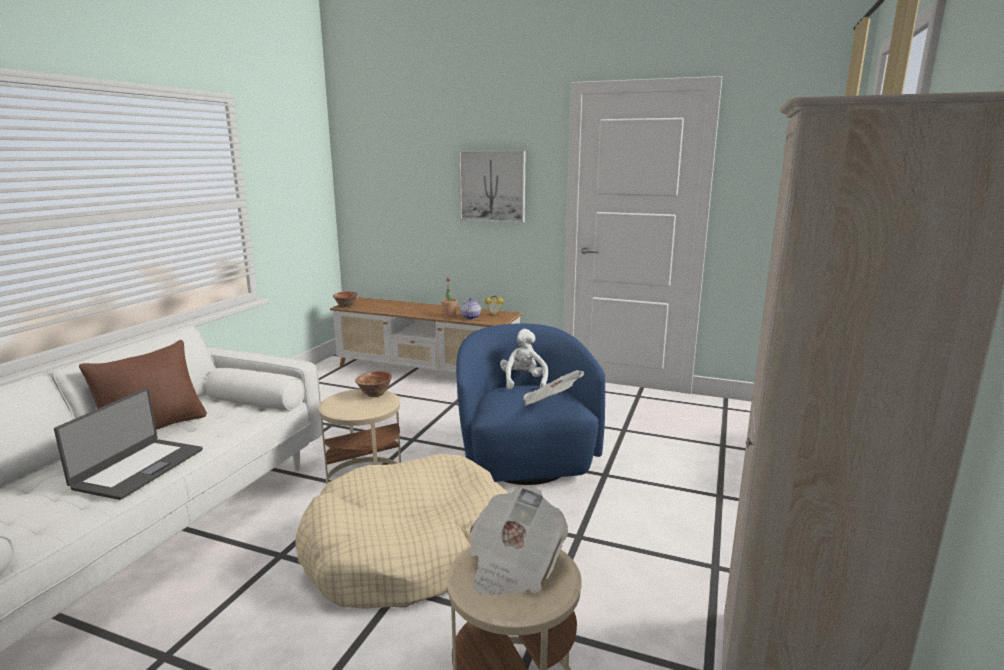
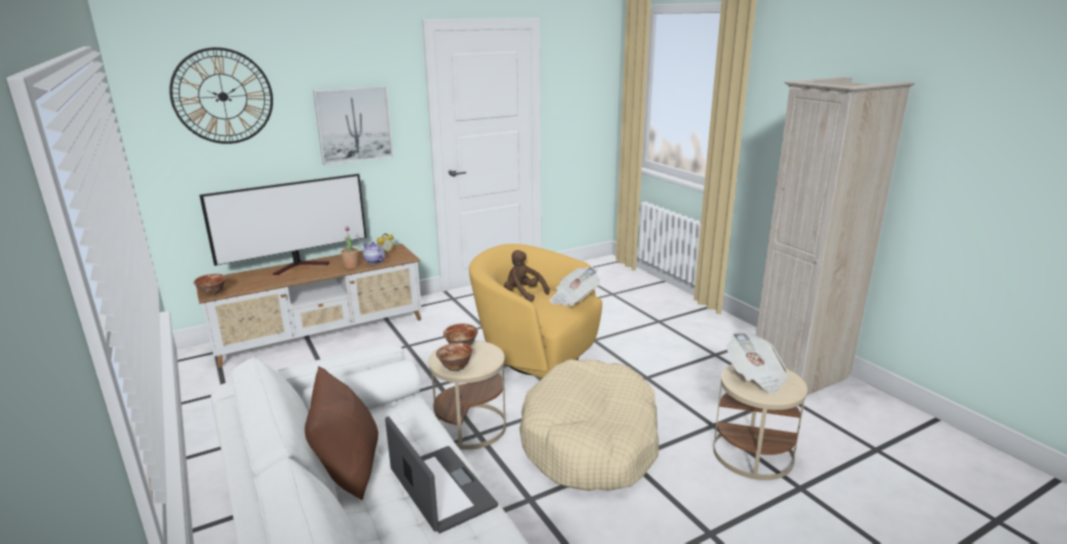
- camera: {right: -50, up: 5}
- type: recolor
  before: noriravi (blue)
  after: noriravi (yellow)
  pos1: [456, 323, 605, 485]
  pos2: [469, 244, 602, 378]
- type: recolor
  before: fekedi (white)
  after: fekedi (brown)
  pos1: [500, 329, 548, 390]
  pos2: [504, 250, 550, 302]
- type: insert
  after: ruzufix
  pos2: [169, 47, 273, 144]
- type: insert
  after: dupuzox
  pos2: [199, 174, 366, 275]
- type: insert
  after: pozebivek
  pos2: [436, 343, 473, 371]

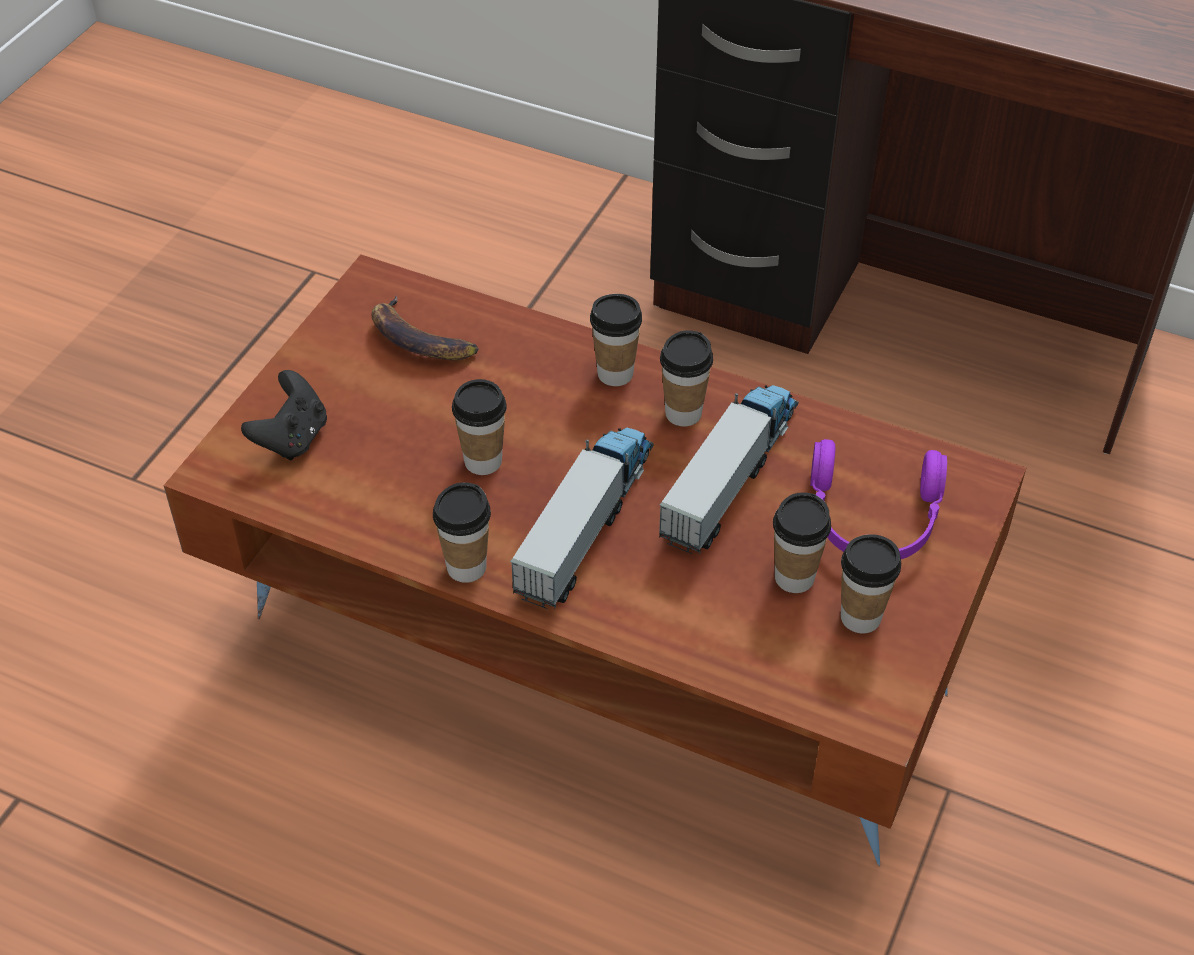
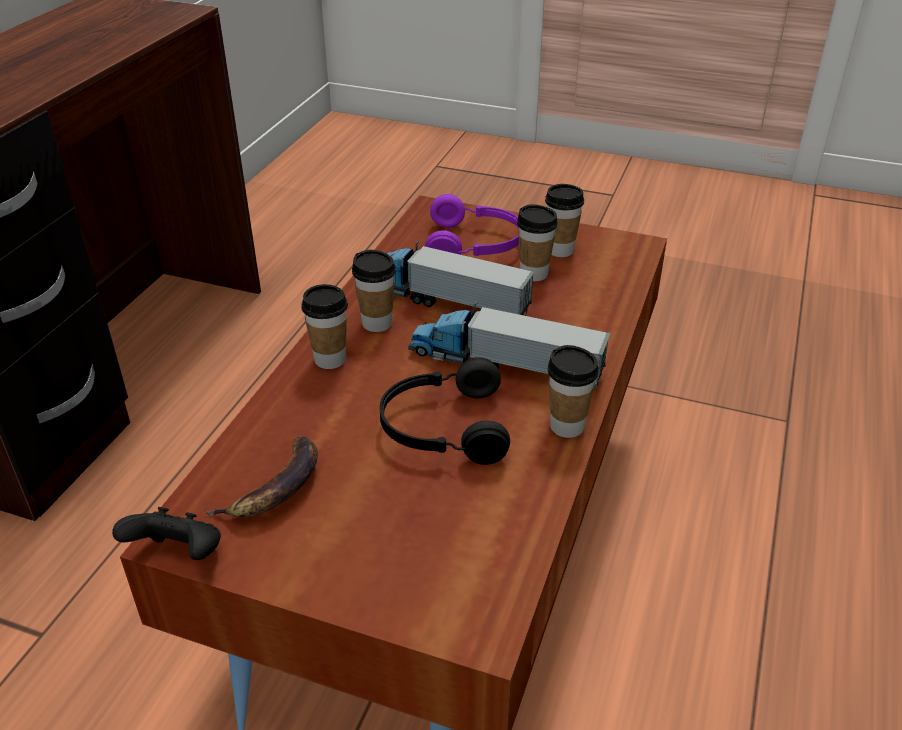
- camera: {right: -95, up: -10}
- type: move
  before: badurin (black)
  pos1: [241, 370, 327, 460]
  pos2: [112, 507, 221, 560]
- type: replace
  before: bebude
  after: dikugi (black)
  pos1: [452, 379, 507, 475]
  pos2: [379, 357, 510, 465]

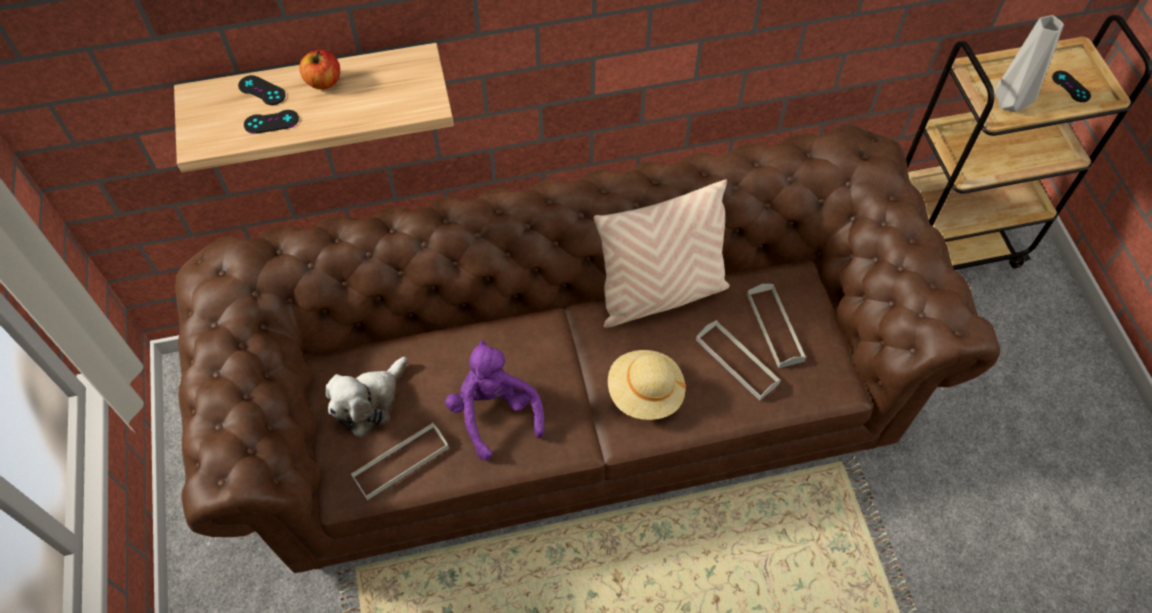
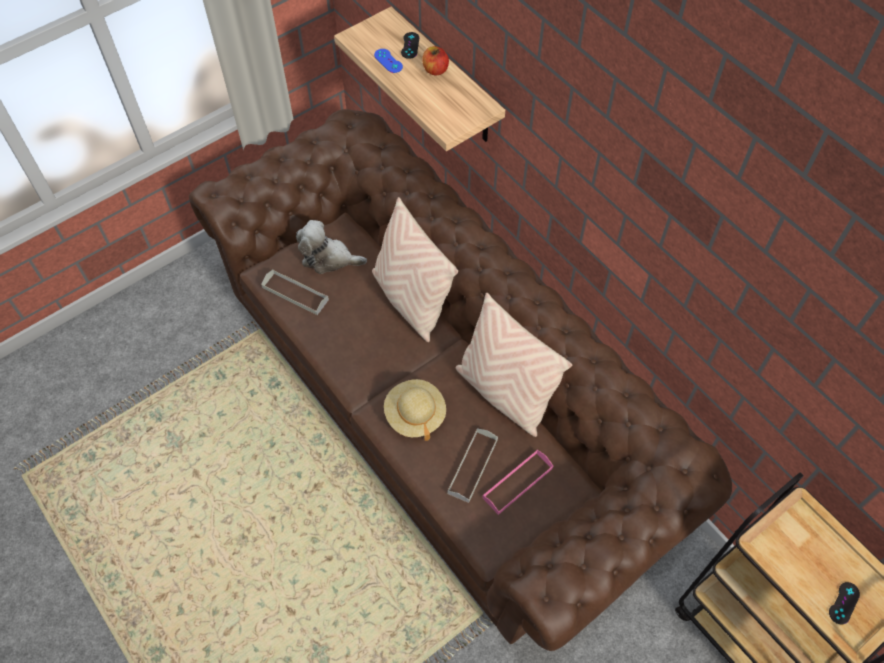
- camera: {right: 65, up: 0}
- type: delete
  before: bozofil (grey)
  pos1: [995, 15, 1064, 112]
- type: recolor
  before: badurin (black)
  after: badurin (blue)
  pos1: [244, 110, 299, 134]
  pos2: [374, 49, 403, 73]
- type: recolor
  before: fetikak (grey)
  after: fetikak (pink)
  pos1: [747, 284, 806, 368]
  pos2: [482, 450, 553, 515]
- type: delete
  before: fekedi (purple)
  pos1: [445, 340, 544, 461]
- type: insert
  after: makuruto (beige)
  pos2: [372, 197, 458, 342]

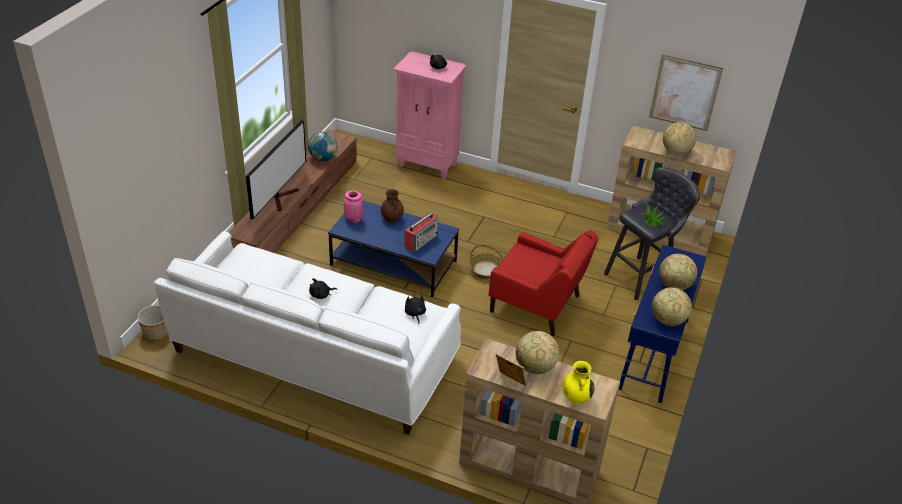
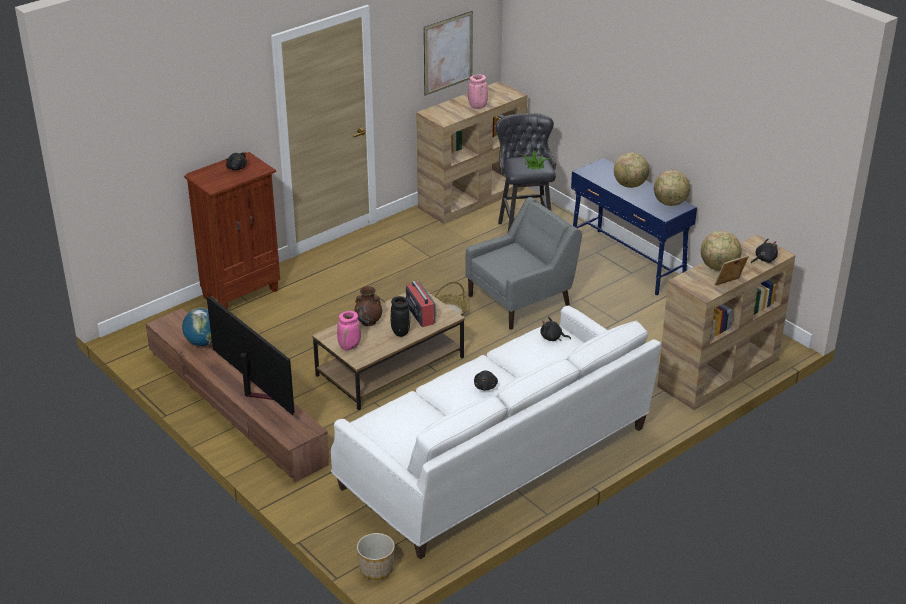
- camera: {right: -60, up: -5}
- type: recolor
  before: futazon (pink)
  after: futazon (brown)
  pos1: [393, 52, 466, 179]
  pos2: [184, 152, 280, 310]
- type: replace
  before: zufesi
  after: bozofil (pink)
  pos1: [663, 122, 696, 155]
  pos2: [468, 74, 488, 109]
- type: recolor
  before: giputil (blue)
  after: giputil (brown)
  pos1: [328, 200, 459, 297]
  pos2: [312, 293, 465, 410]
- type: recolor
  before: noriravi (red)
  after: noriravi (grey)
  pos1: [488, 230, 598, 336]
  pos2: [465, 197, 582, 330]
- type: replace
  before: bozofil (yellow)
  after: fekedi (black)
  pos1: [563, 361, 595, 404]
  pos2: [751, 239, 778, 263]
- type: insert
  after: bozofil (black)
  pos2: [391, 296, 411, 337]

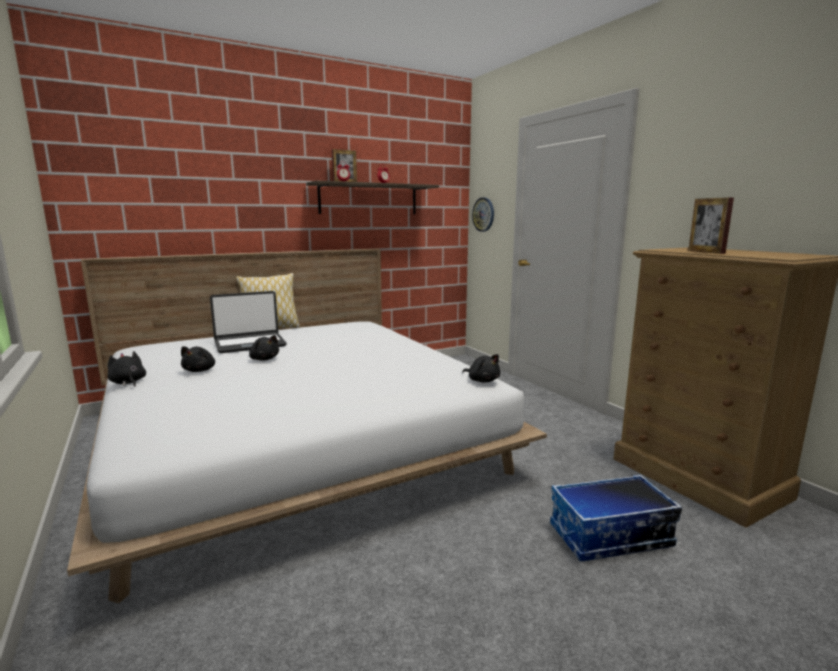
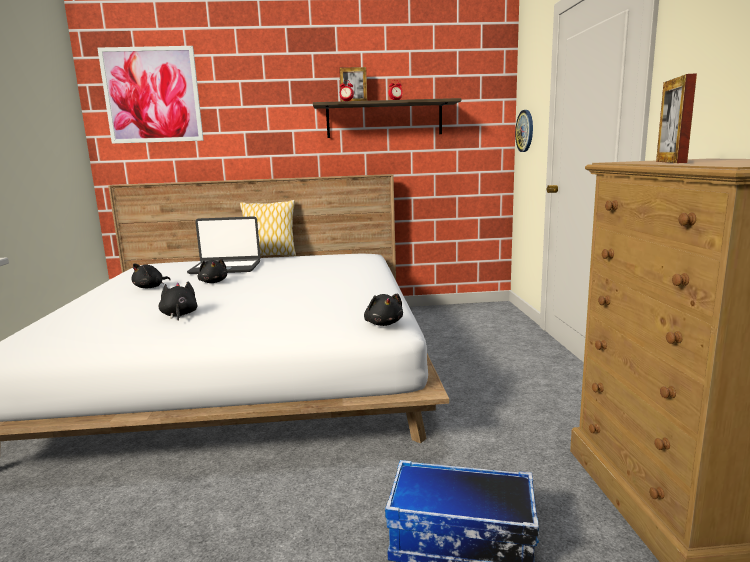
- camera: {right: 25, up: 0}
- type: move
  before: fekedi (black)
  pos1: [107, 351, 146, 387]
  pos2: [159, 282, 197, 321]
- type: insert
  after: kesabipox
  pos2: [97, 46, 204, 144]

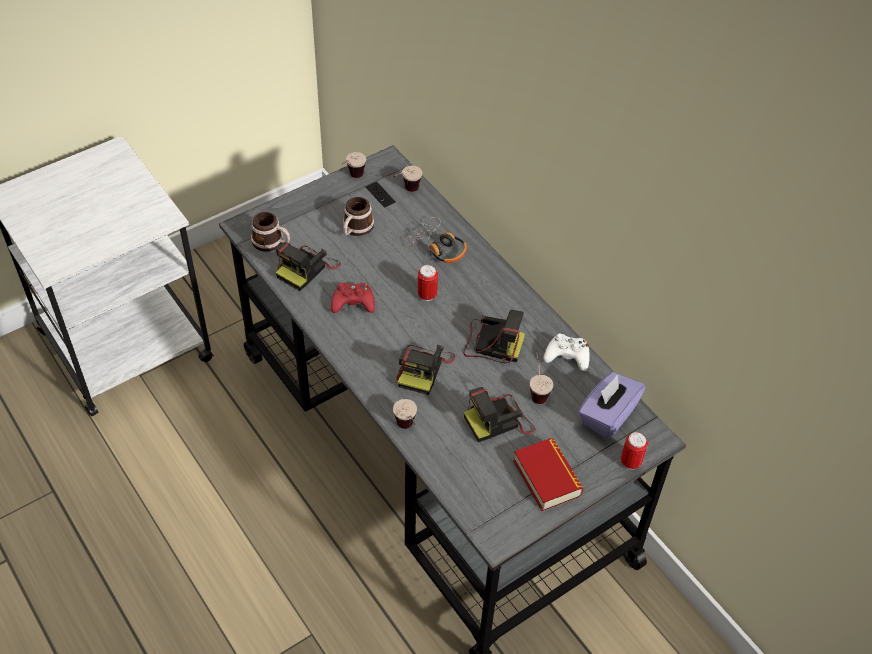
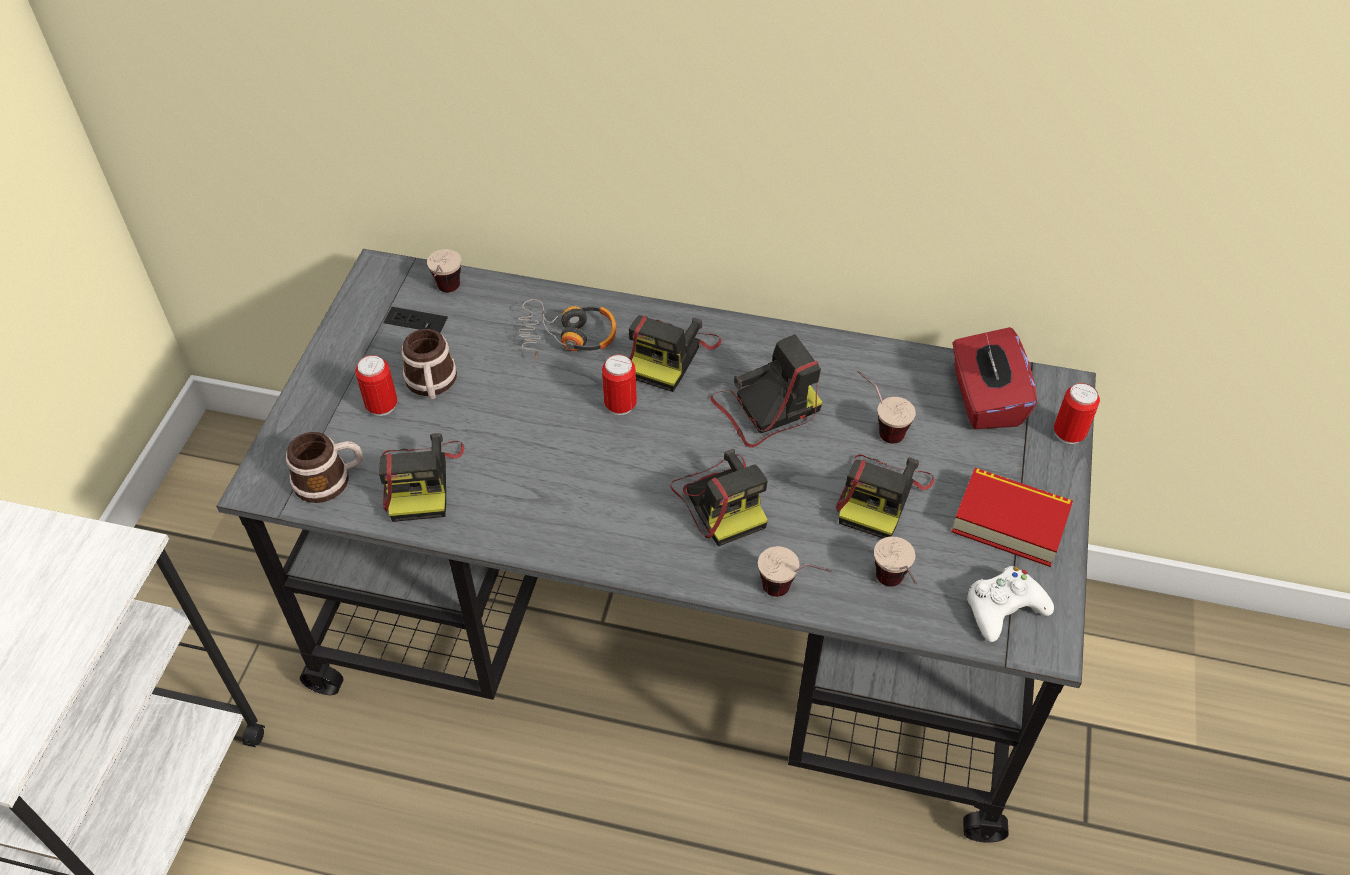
- camera: {right: -40, up: 0}
- type: move
  before: bebude
  pos1: [340, 152, 366, 178]
  pos2: [874, 537, 917, 587]
- type: delete
  before: badurin (red)
  pos1: [331, 283, 375, 313]
- type: move
  before: badurin (white)
  pos1: [544, 333, 590, 371]
  pos2: [967, 566, 1054, 642]
- type: recolor
  before: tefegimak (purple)
  after: tefegimak (red)
  pos1: [578, 372, 646, 439]
  pos2: [953, 327, 1037, 429]
- type: insert
  after: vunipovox
  pos2: [629, 316, 721, 392]
- type: insert
  after: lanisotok
  pos2: [355, 355, 397, 416]

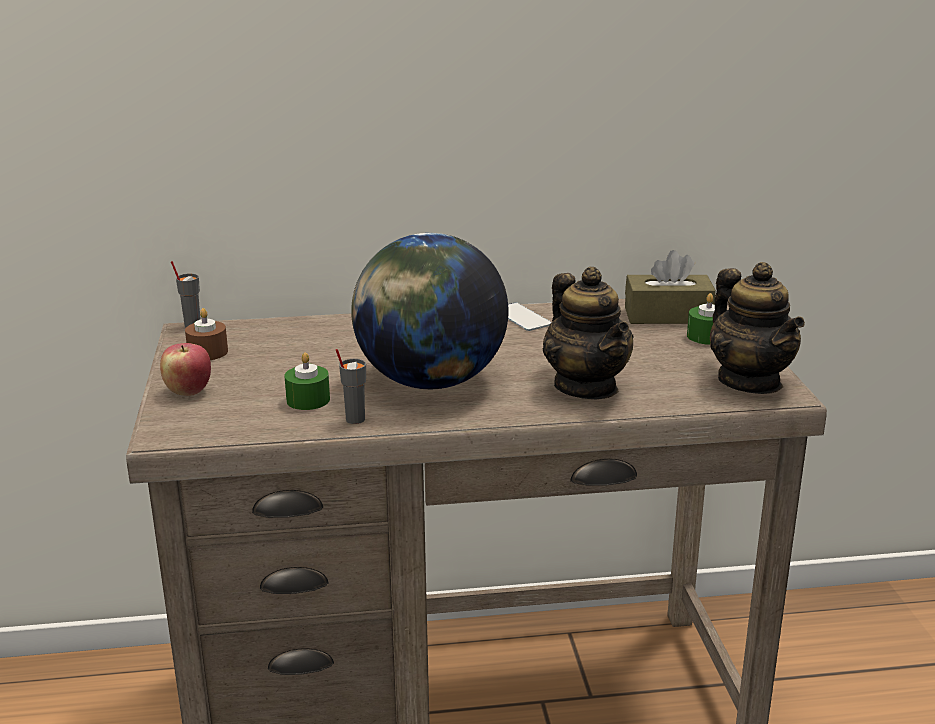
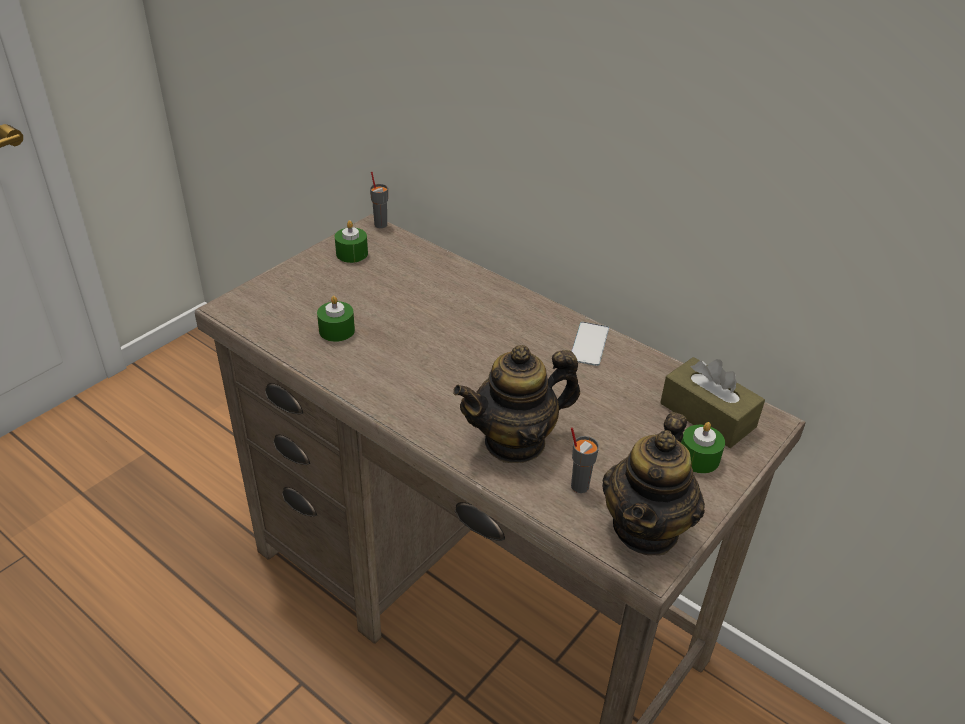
- camera: {right: 45, up: 15}
- type: delete
  before: zufesi
  pos1: [351, 233, 509, 389]
- type: rotate
  before: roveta
  pos1: [543, 267, 633, 399]
  pos2: [453, 345, 580, 463]
  turn: 45
- type: recolor
  before: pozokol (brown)
  after: pozokol (green)
  pos1: [185, 308, 228, 360]
  pos2: [335, 221, 368, 263]
- type: delete
  before: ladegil
  pos1: [160, 343, 211, 396]
- type: move
  before: bebude (grey)
  pos1: [336, 349, 366, 424]
  pos2: [571, 427, 599, 493]

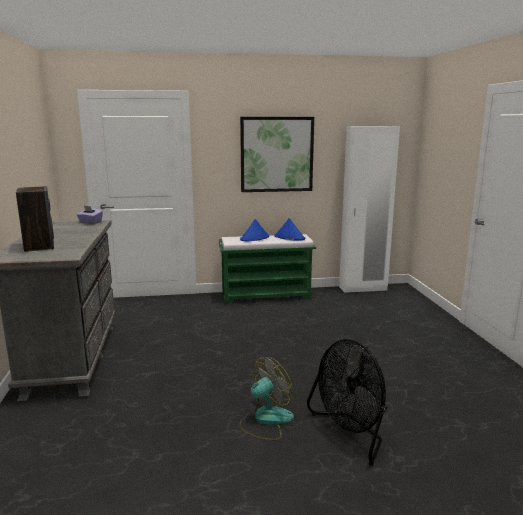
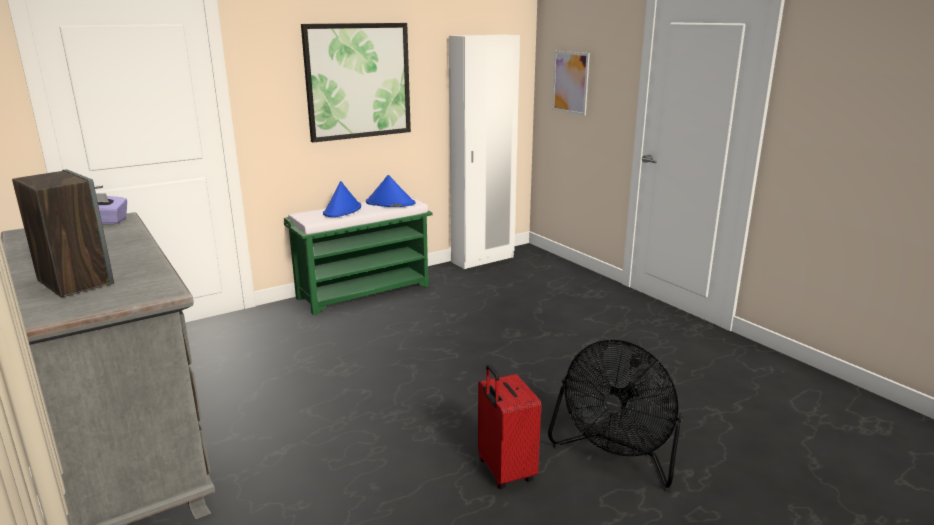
- camera: {right: -25, up: 5}
- type: replace
  before: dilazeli
  after: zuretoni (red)
  pos1: [239, 357, 294, 440]
  pos2: [478, 364, 541, 489]
- type: insert
  after: kesabipox
  pos2: [552, 51, 590, 116]

